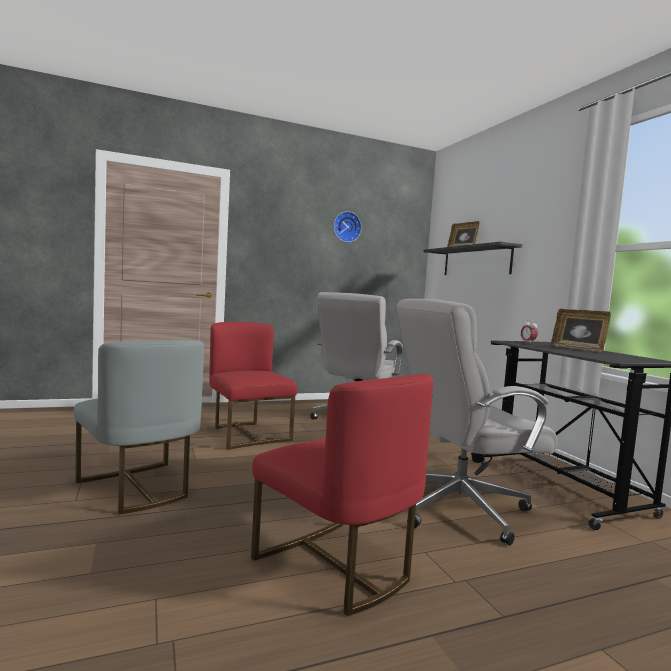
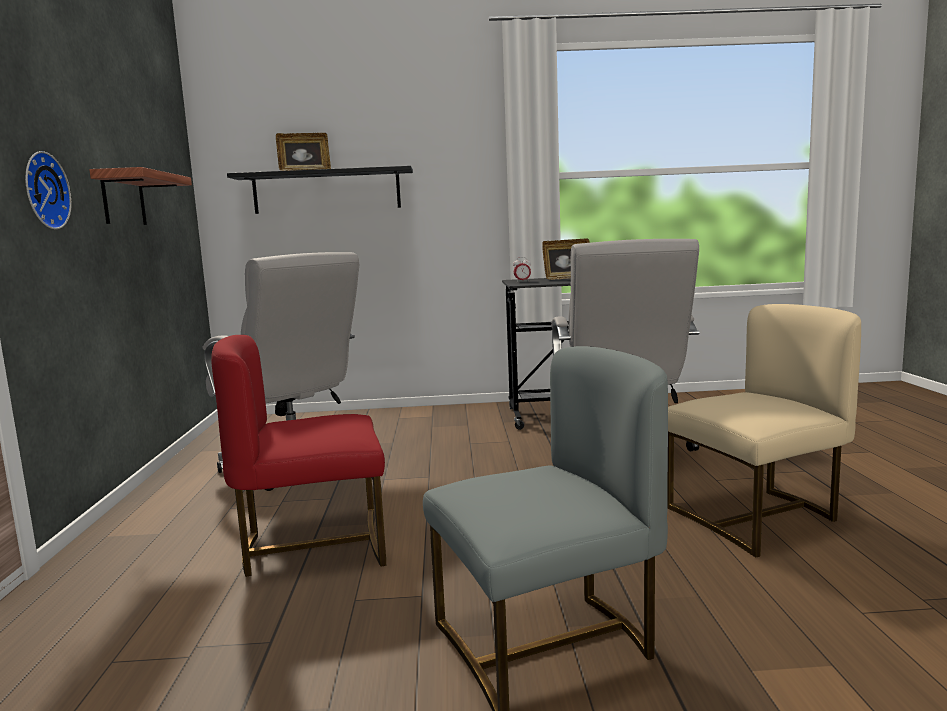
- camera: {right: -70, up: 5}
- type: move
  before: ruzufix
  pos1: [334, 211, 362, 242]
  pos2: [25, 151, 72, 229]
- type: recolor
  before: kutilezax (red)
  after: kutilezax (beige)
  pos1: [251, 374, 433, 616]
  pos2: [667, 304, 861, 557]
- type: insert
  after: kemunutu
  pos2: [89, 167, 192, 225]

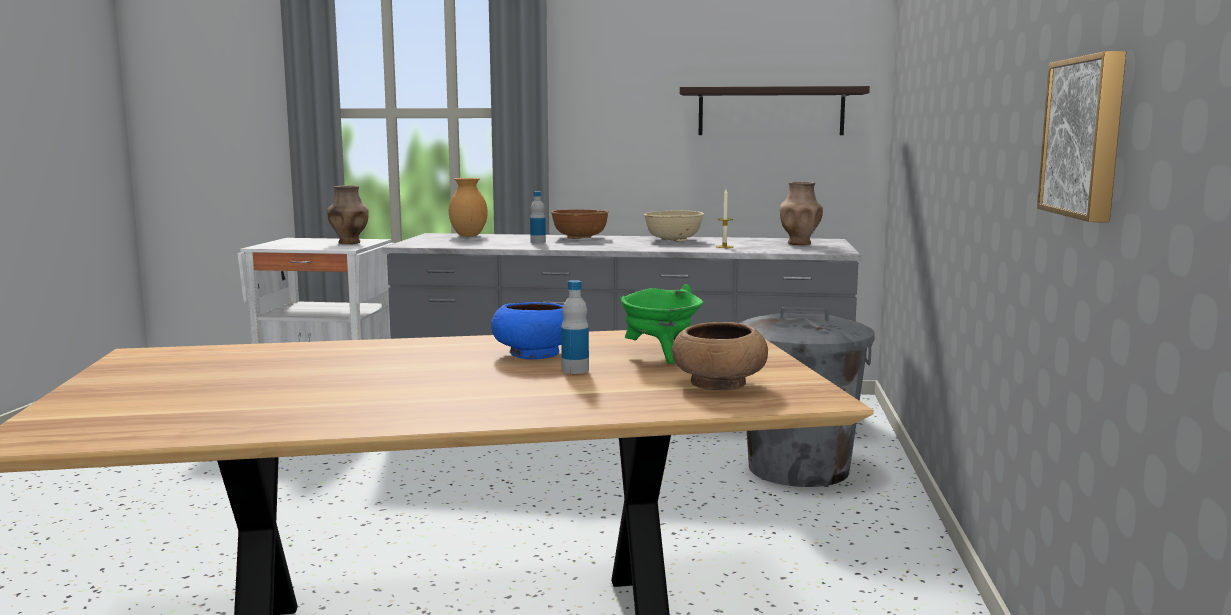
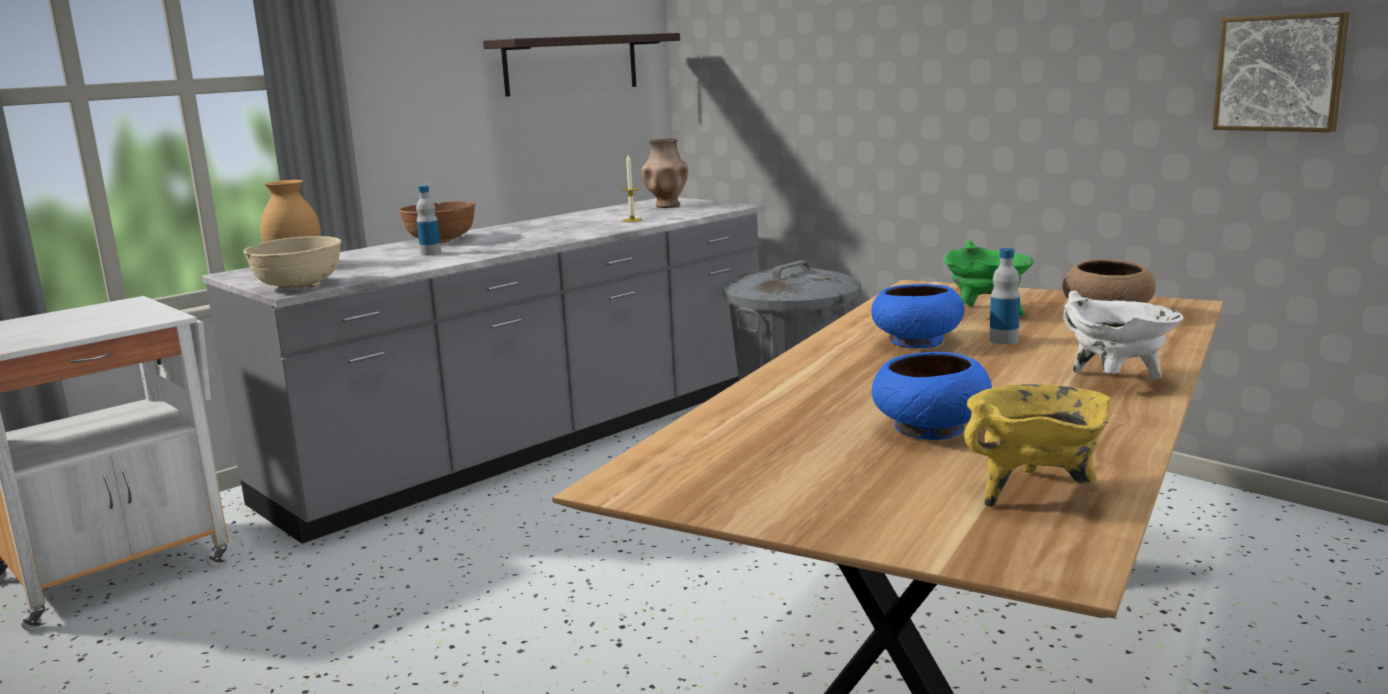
- camera: {right: -50, up: 5}
- type: delete
  before: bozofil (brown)
  pos1: [327, 185, 369, 244]
- type: move
  before: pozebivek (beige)
  pos1: [644, 210, 704, 242]
  pos2: [243, 236, 342, 289]
- type: insert
  after: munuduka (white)
  pos2: [1063, 291, 1184, 379]
- type: insert
  after: pozebivek (blue)
  pos2: [872, 352, 992, 440]
- type: insert
  after: munuduka (yellow)
  pos2: [964, 384, 1111, 507]

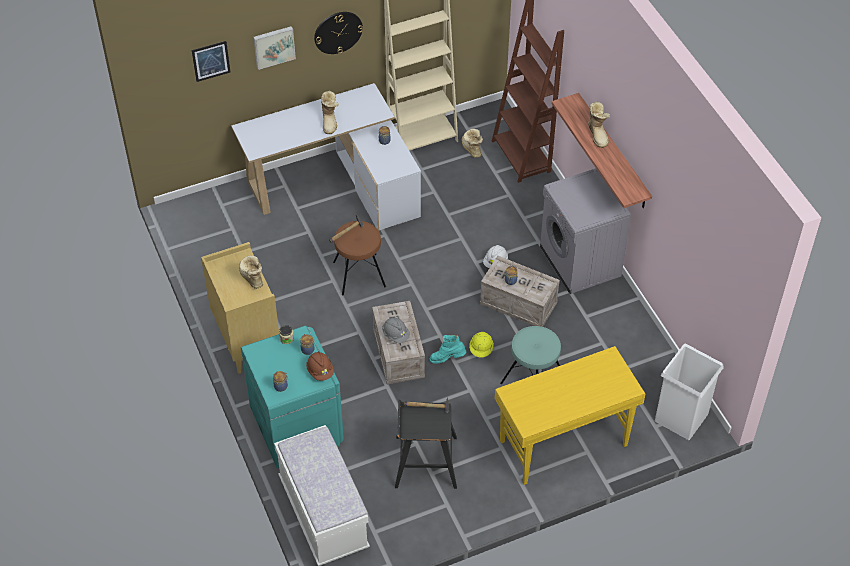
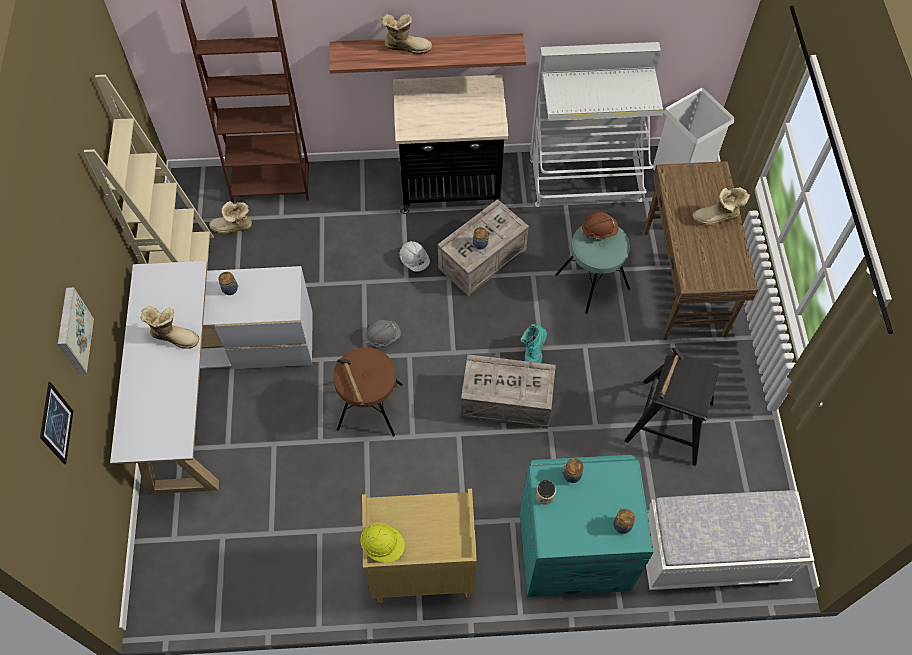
- camera: {right: -70, up: 10}
- type: delete
  before: ruzufix
  pos1: [314, 12, 363, 54]
- type: replace
  before: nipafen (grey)
  after: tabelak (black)
  pos1: [540, 168, 631, 294]
  pos2: [393, 75, 509, 214]
- type: move
  before: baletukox
  pos1: [239, 256, 263, 289]
  pos2: [692, 187, 750, 226]
- type: move
  before: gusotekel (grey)
  pos1: [382, 317, 410, 343]
  pos2: [365, 320, 401, 347]
- type: move
  before: gusotekel (yellow)
  pos1: [469, 332, 494, 358]
  pos2: [360, 523, 405, 563]
- type: recolor
  before: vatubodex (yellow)
  after: vatubodex (brown)
  pos1: [495, 346, 645, 485]
  pos2: [644, 161, 758, 340]
- type: move
  before: gusotekel (brown)
  pos1: [306, 352, 334, 381]
  pos2: [581, 212, 619, 239]
- type: insert
  after: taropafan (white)
  pos2: [530, 42, 663, 207]

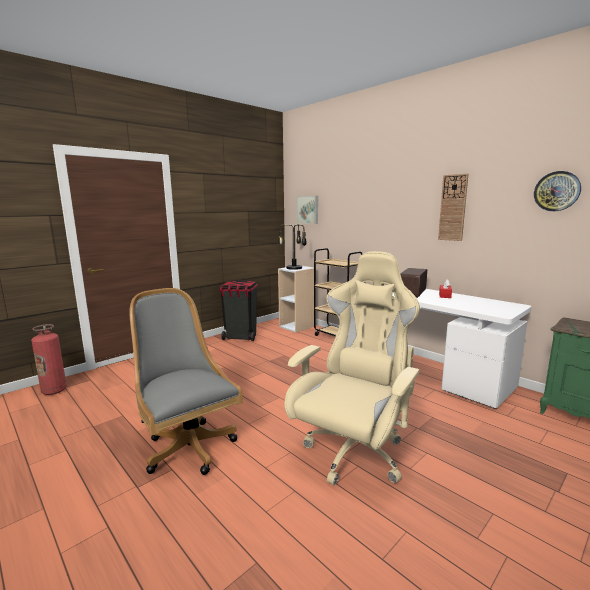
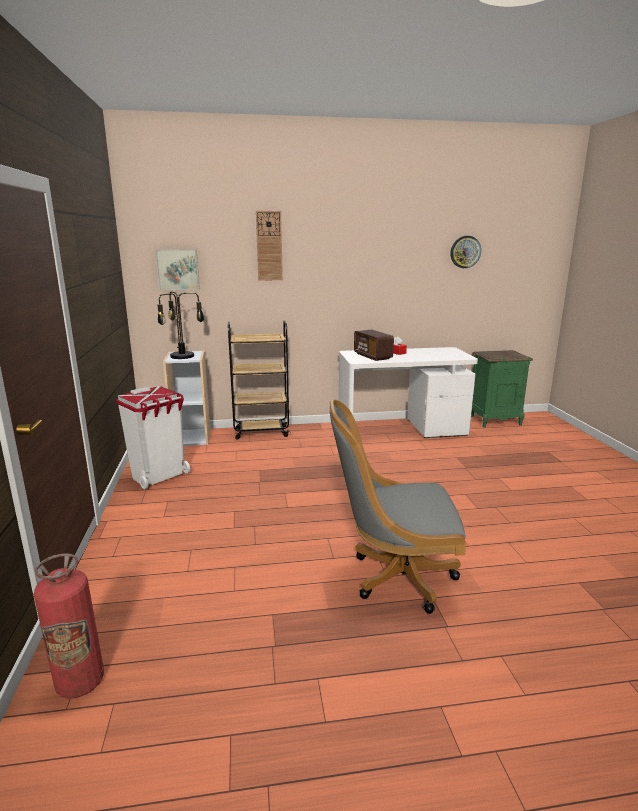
- camera: {right: -55, up: 5}
- type: move
  before: ruzufix
  pos1: [438, 174, 468, 241]
  pos2: [256, 211, 283, 281]
- type: delete
  before: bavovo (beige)
  pos1: [284, 251, 420, 486]
- type: recolor
  before: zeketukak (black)
  after: zeketukak (white)
  pos1: [219, 280, 258, 341]
  pos2: [116, 386, 190, 489]

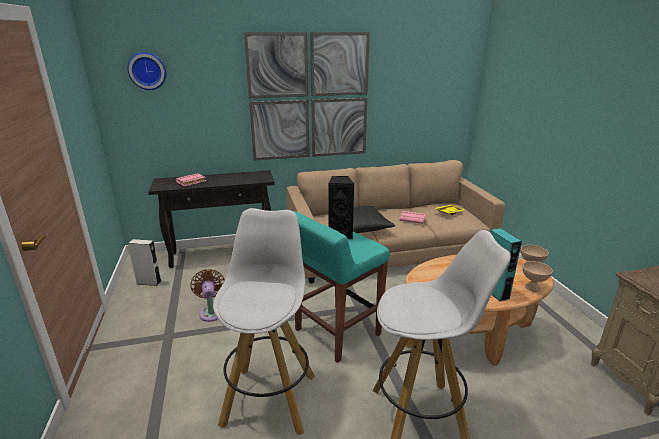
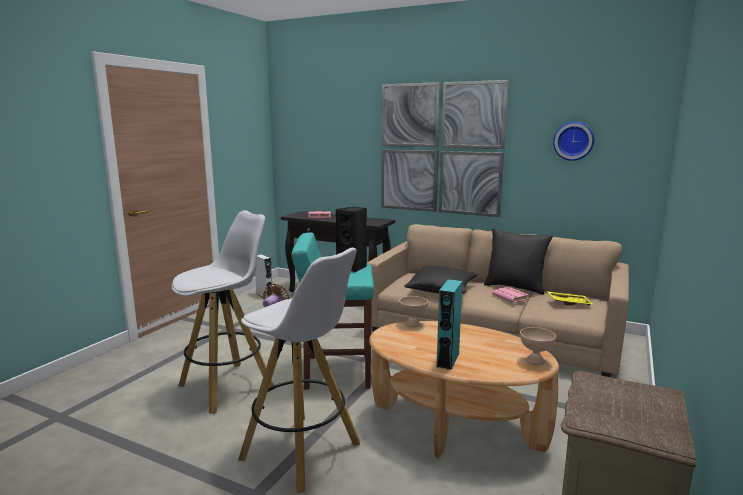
- camera: {right: 40, up: -10}
- type: move
  before: ruzufix
  pos1: [127, 52, 166, 90]
  pos2: [553, 121, 594, 161]
- type: move
  before: pozebivek (beige)
  pos1: [523, 261, 553, 292]
  pos2: [399, 296, 428, 327]
- type: insert
  after: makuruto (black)
  pos2: [484, 228, 553, 295]

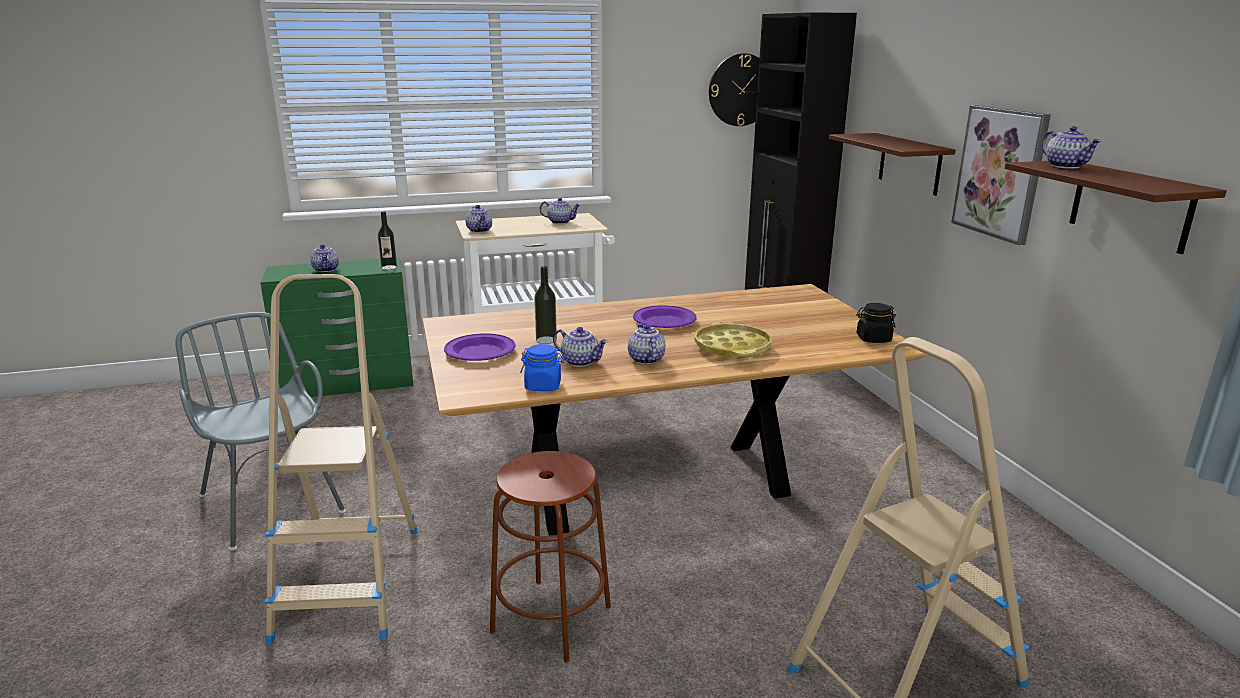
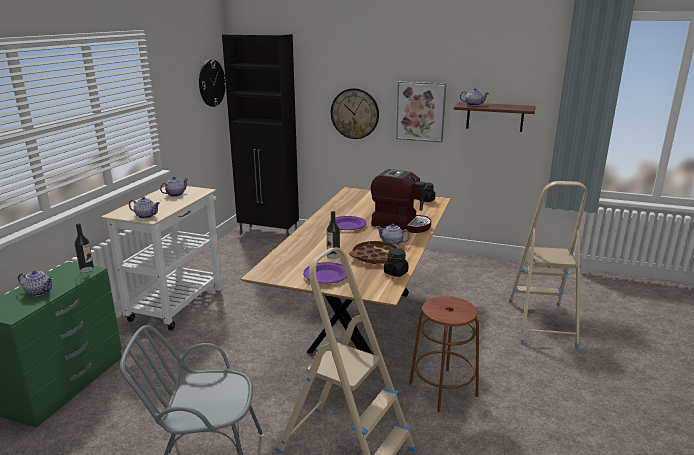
- camera: {right: -55, up: 0}
- type: replace
  before: kemunutu (brown)
  after: ruzufix
  pos1: [829, 133, 956, 196]
  pos2: [331, 88, 379, 139]
- type: replace
  before: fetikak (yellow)
  after: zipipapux
  pos1: [694, 322, 771, 358]
  pos2: [371, 169, 431, 233]
- type: replace
  before: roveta
  after: fetikak (brown)
  pos1: [553, 327, 608, 367]
  pos2: [349, 241, 402, 264]
- type: recolor
  before: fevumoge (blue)
  after: fevumoge (black)
  pos1: [520, 344, 565, 391]
  pos2: [384, 248, 409, 277]

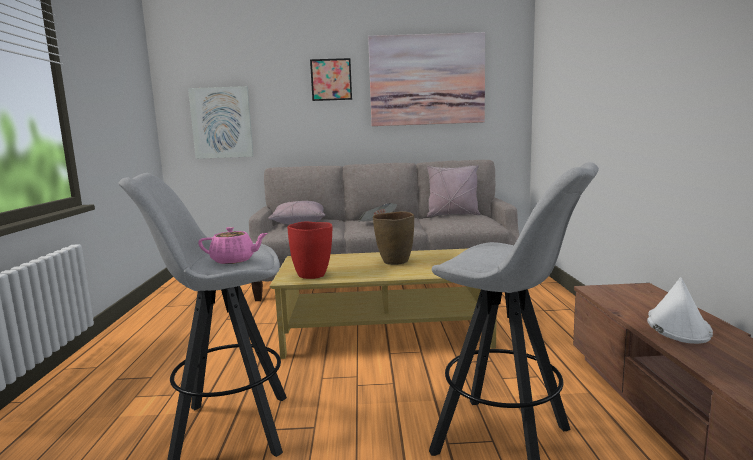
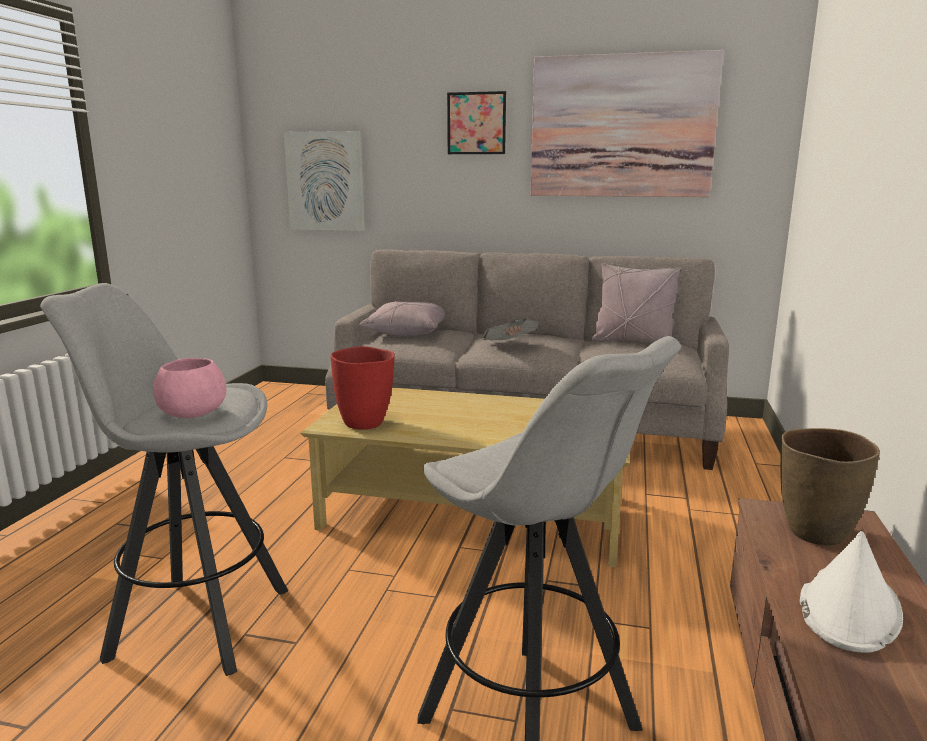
- camera: {right: 15, up: 5}
- type: move
  before: bozofil (brown)
  pos1: [373, 211, 414, 265]
  pos2: [780, 428, 880, 545]
- type: replace
  before: roveta (pink)
  after: pozebivek (pink)
  pos1: [198, 227, 268, 264]
  pos2: [153, 358, 226, 418]

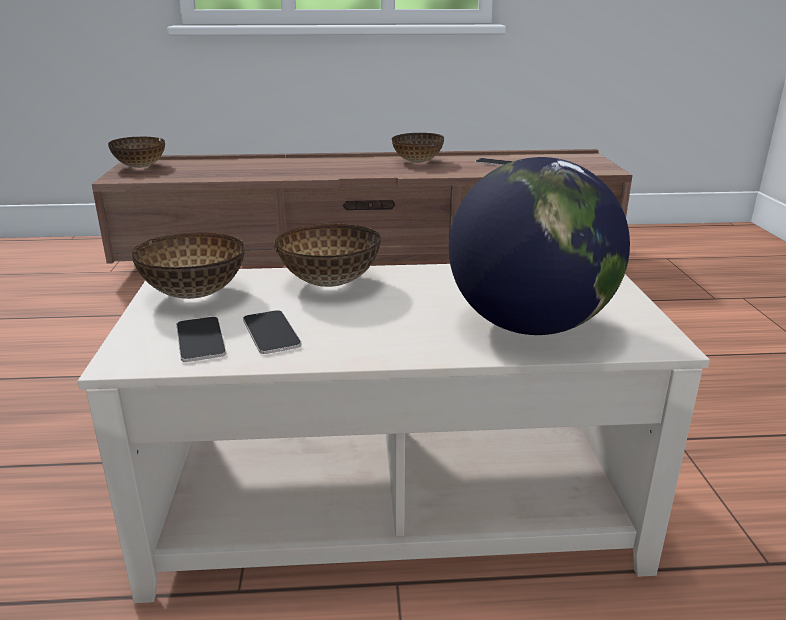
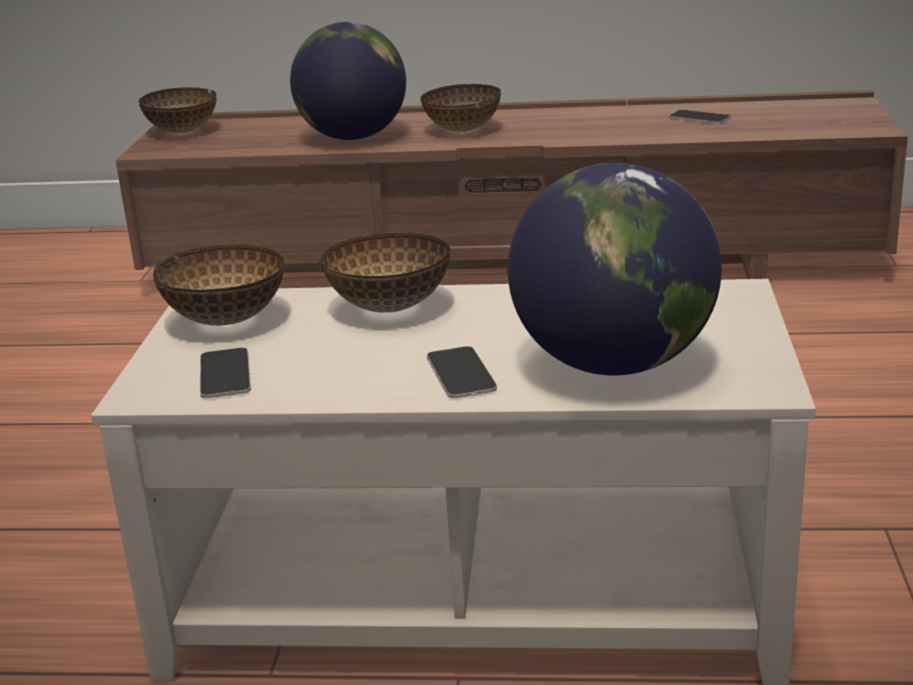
- camera: {right: 10, up: 0}
- type: move
  before: pozebivek
  pos1: [392, 133, 444, 163]
  pos2: [420, 84, 501, 132]
- type: move
  before: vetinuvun
  pos1: [243, 310, 301, 354]
  pos2: [427, 346, 497, 398]
- type: insert
  after: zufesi
  pos2: [290, 22, 406, 140]

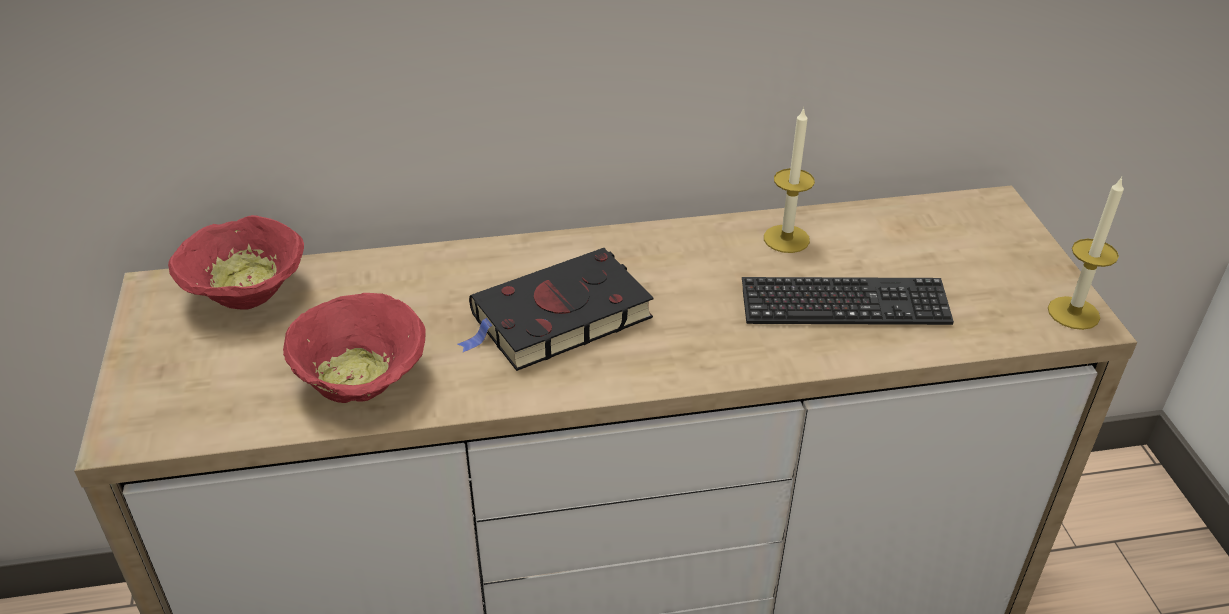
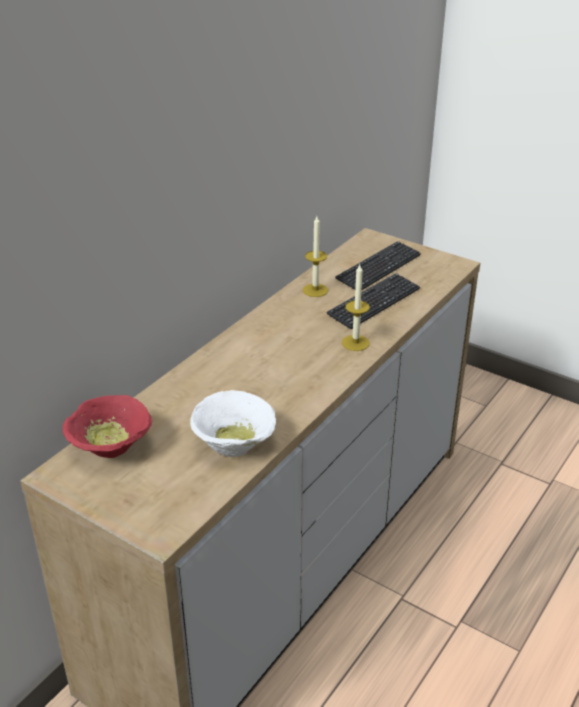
- camera: {right: -45, up: -5}
- type: move
  before: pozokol
  pos1: [1048, 177, 1124, 330]
  pos2: [342, 265, 370, 351]
- type: delete
  before: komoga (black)
  pos1: [458, 248, 654, 371]
- type: recolor
  before: pozebivek (red)
  after: pozebivek (white)
  pos1: [283, 293, 426, 403]
  pos2: [190, 390, 276, 457]
- type: insert
  after: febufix
  pos2: [335, 241, 421, 290]

